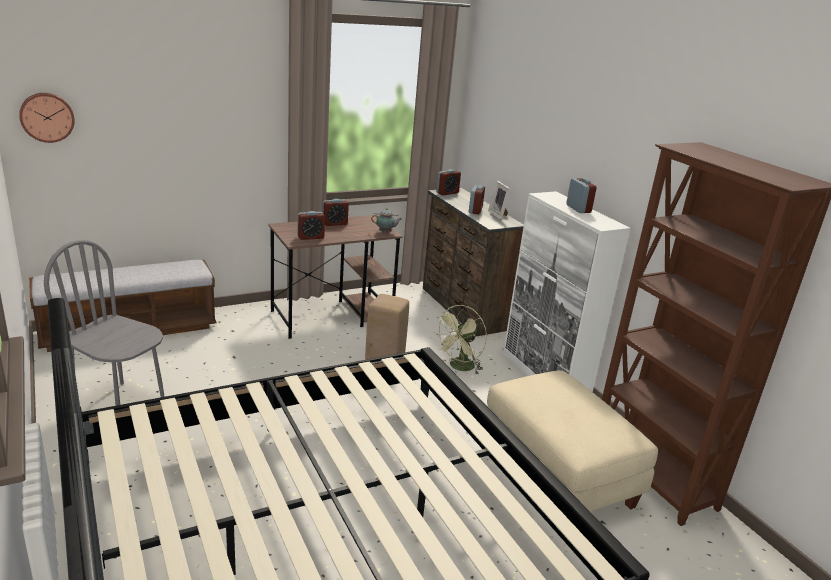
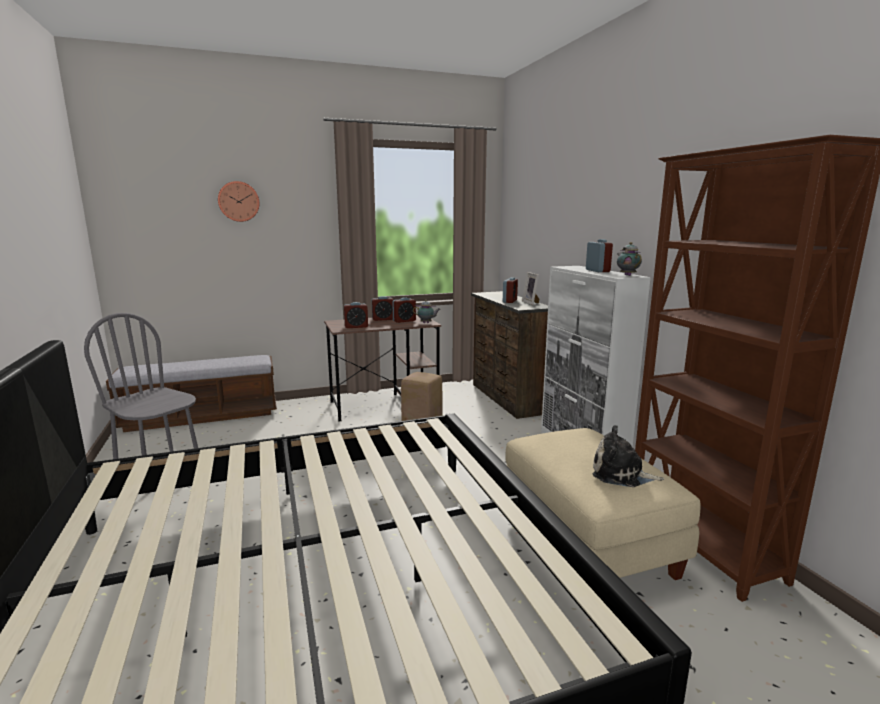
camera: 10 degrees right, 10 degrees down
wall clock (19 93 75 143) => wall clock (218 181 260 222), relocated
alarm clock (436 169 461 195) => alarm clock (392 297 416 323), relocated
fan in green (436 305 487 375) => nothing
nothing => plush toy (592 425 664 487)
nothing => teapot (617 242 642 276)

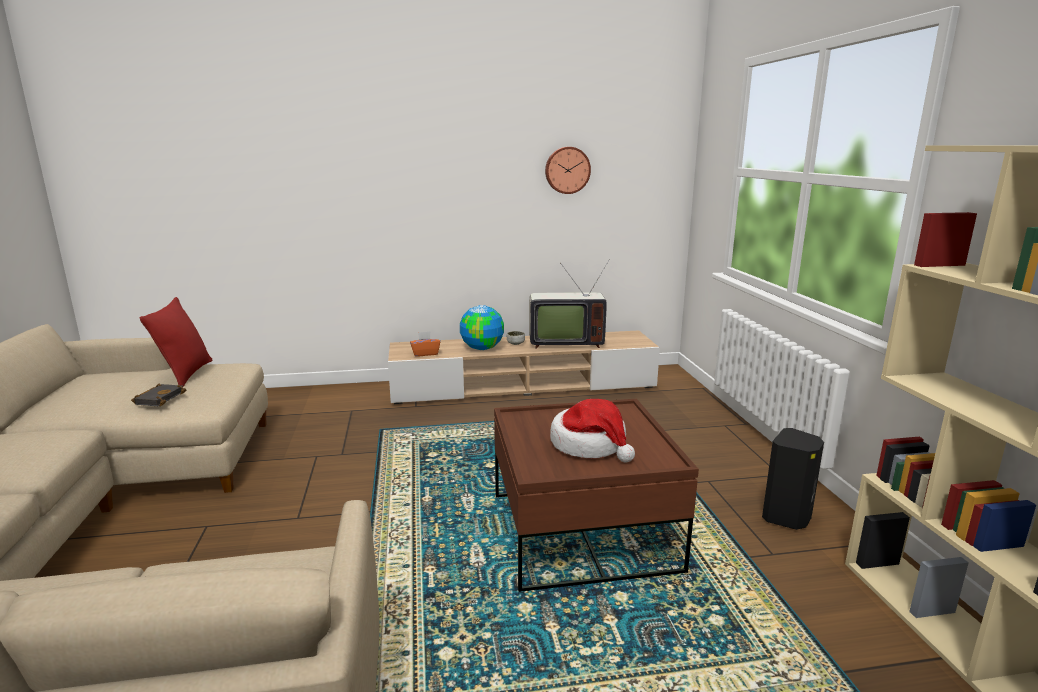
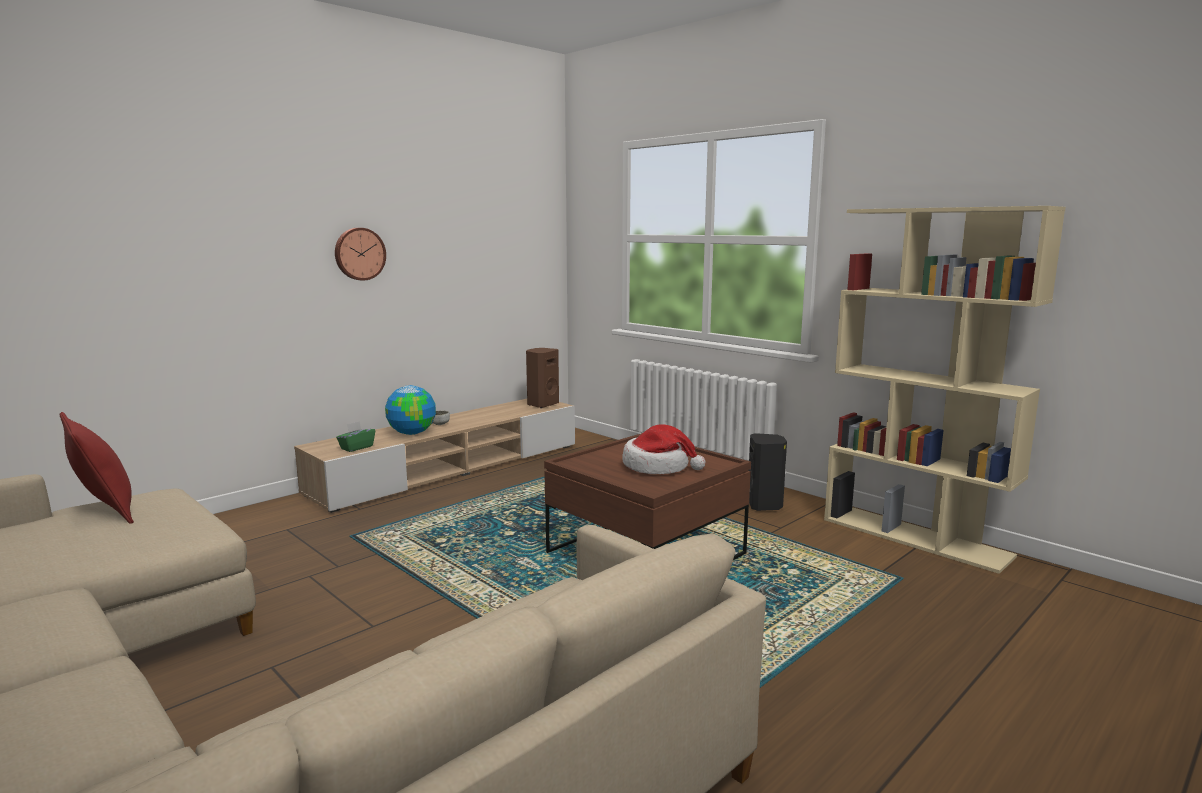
camera: 35 degrees left, 5 degrees down
book in black (131 384 186 406) => nothing
tissue box in orange (410 331 440 357) => tissue box in green (336 421 375 452)
television (529 259 610 349) => nothing
wall clock (545 147 591 194) => wall clock (335 228 386 281), relocated
nothing => speaker in brown (526 348 559 408)

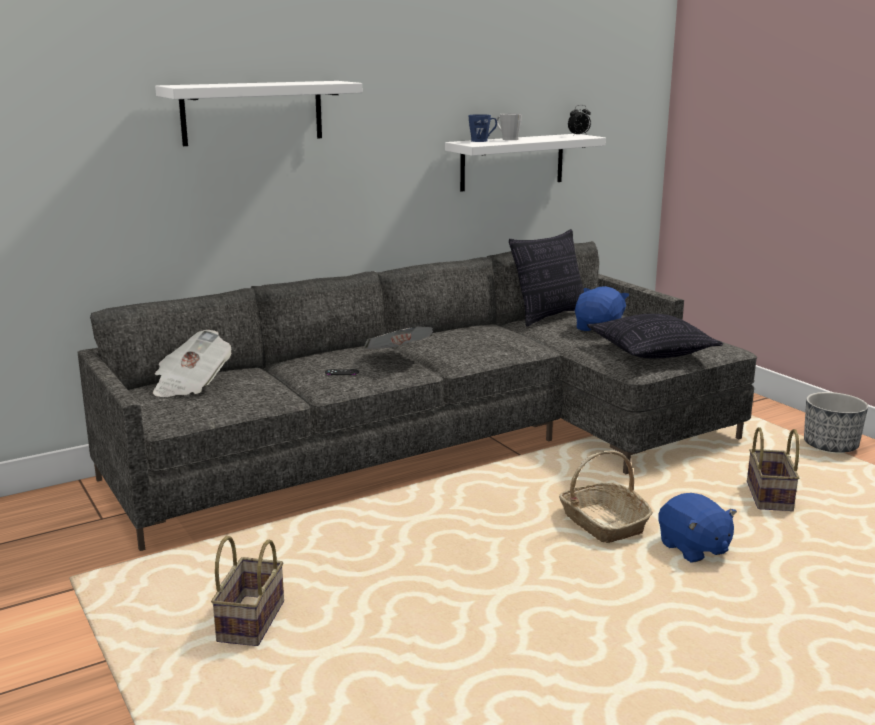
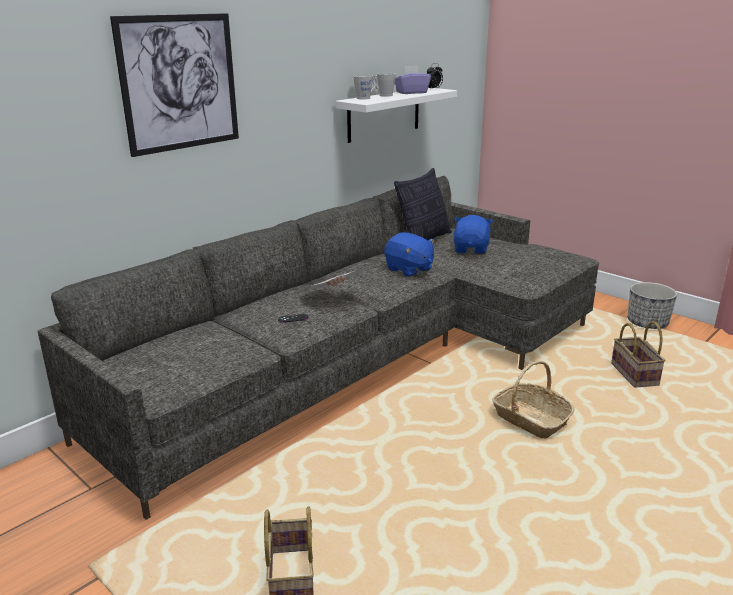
camera: 15 degrees left, 5 degrees up
newspaper (153 330 232 397) => nothing
shelf in white (155 81 362 146) => picture (110 13 239 157)
mug in blue (468 114 497 142) => mug in grey (354 75 377 100)
pillow (587 314 723 359) => nothing
plush toy in blue (658 493 737 563) => plush toy in blue (384 232 435 277), relocated
nothing => tissue box in purple (395 65 431 94)

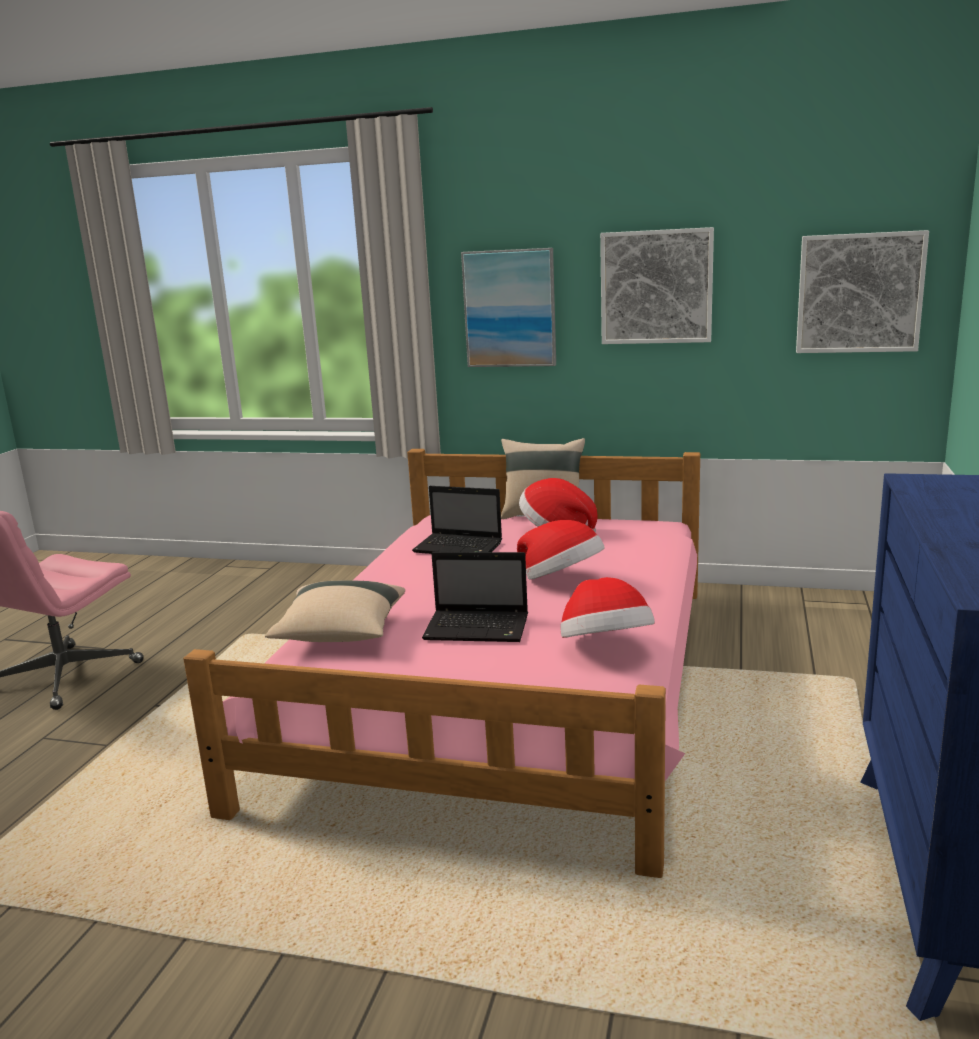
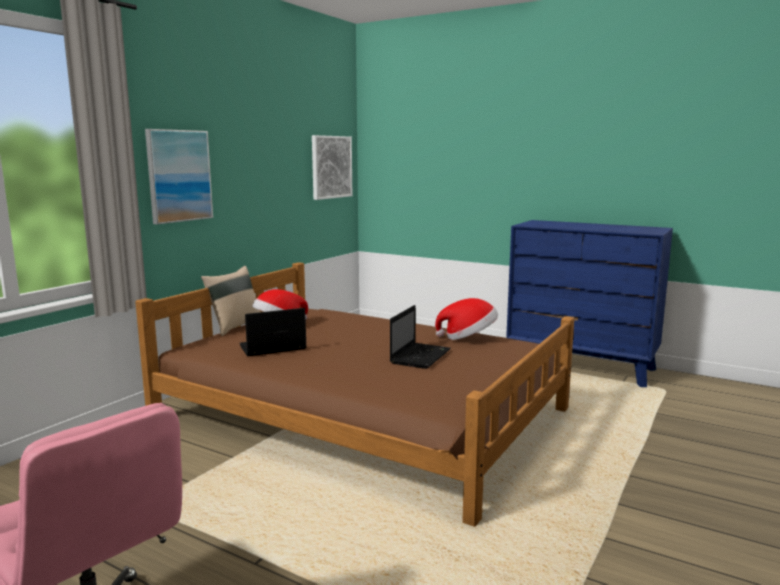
camera: 75 degrees left, 5 degrees down
bed in pink (183 449 700 878) => bed in brown (135 262 574 527)
pillow in beige (265 580 405 642) => nothing
laptop (412 486 502 554) => laptop (239 308 307 356), 150 degrees counterclockwise
hat (517 520 605 580) => nothing
picture (600 227 714 344) => nothing

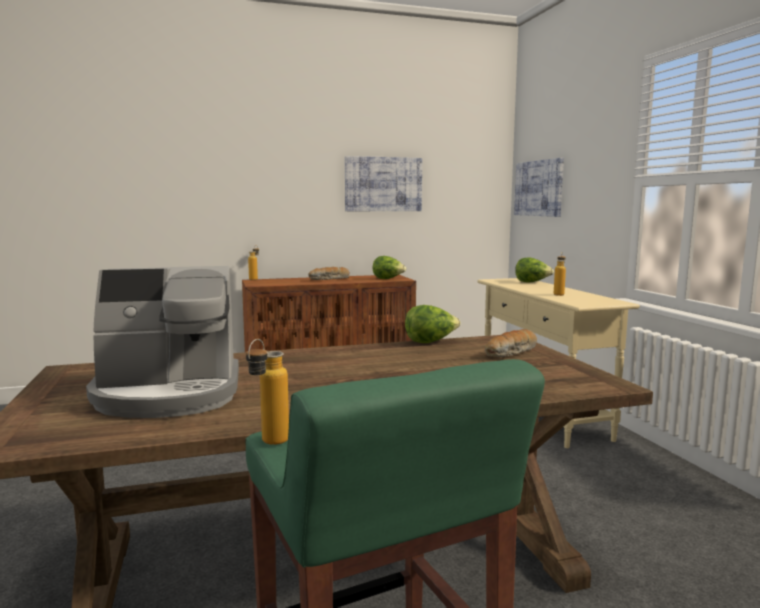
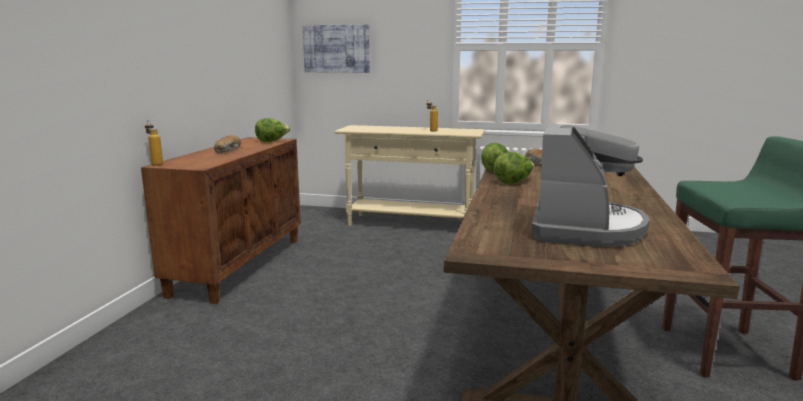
camera: 60 degrees left, 5 degrees up
bottle (246 339 289 445) => nothing
picture (345 156 422 211) => nothing
lettuce (515 258 554 283) => lettuce (493 152 534 184), relocated

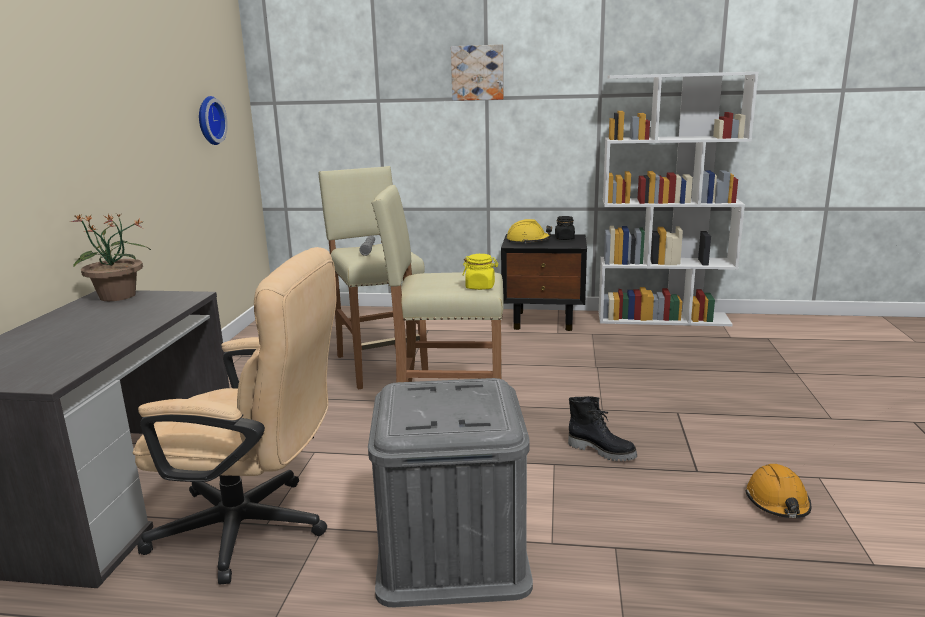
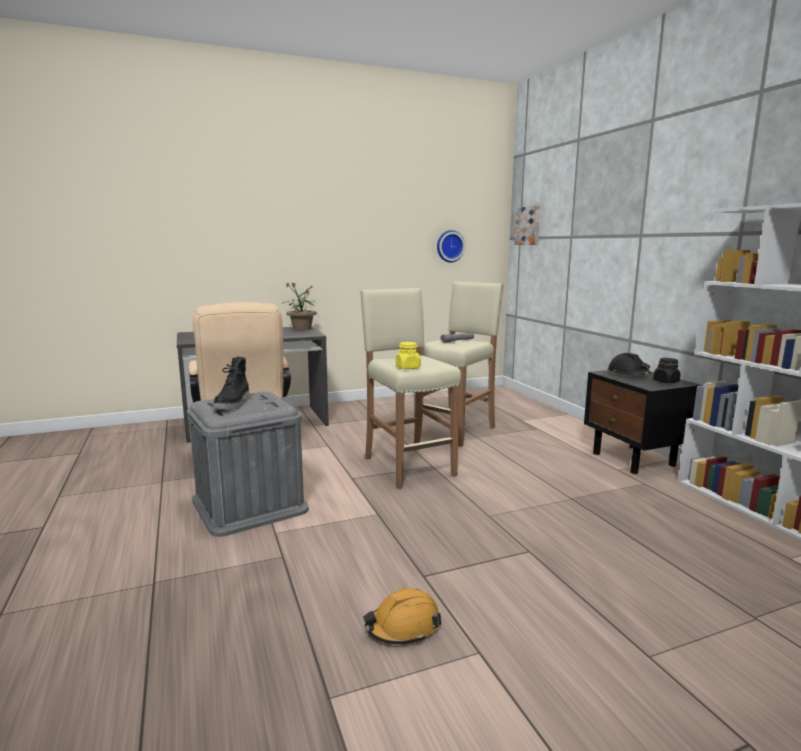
camera: 60 degrees right, 5 degrees down
picture (451 44 504 101) => picture (513 205 540 245), relocated
hard hat in yellow (507 219 552 244) => hard hat in black (608 353 651 375)
boot in black (568 396 637 461) => boot in black (213 357 249 410), relocated

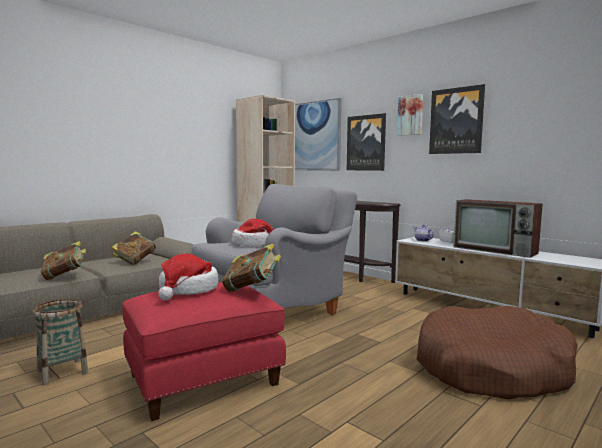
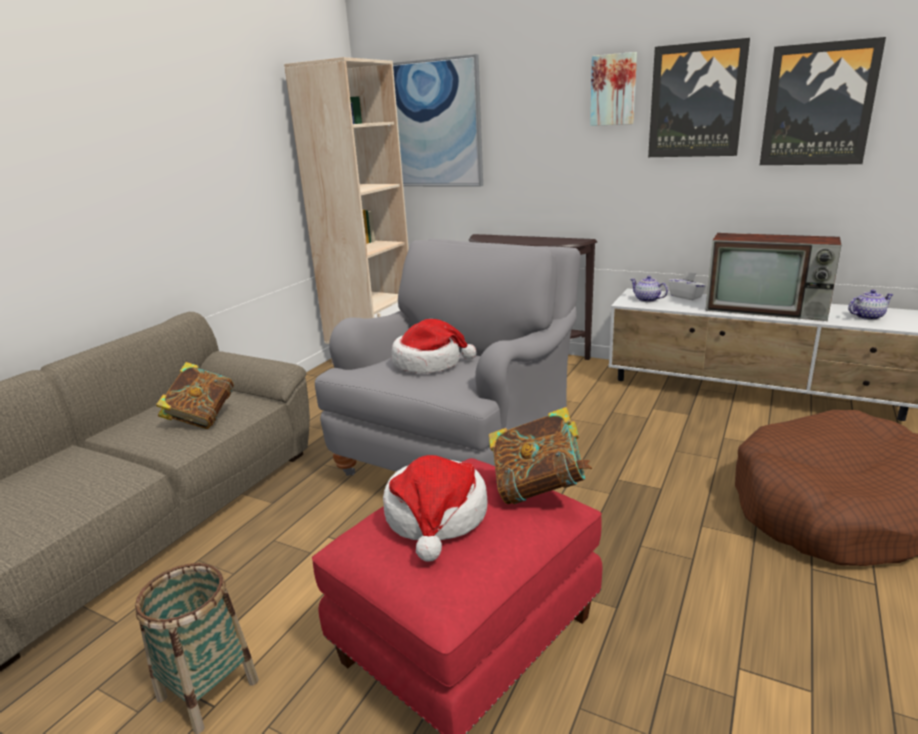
camera: 15 degrees left, 15 degrees up
book (41 241 86 280) => nothing
picture (347 113 386 171) => picture (760 37 886 165), relocated
nothing => teapot (848 289 894 320)

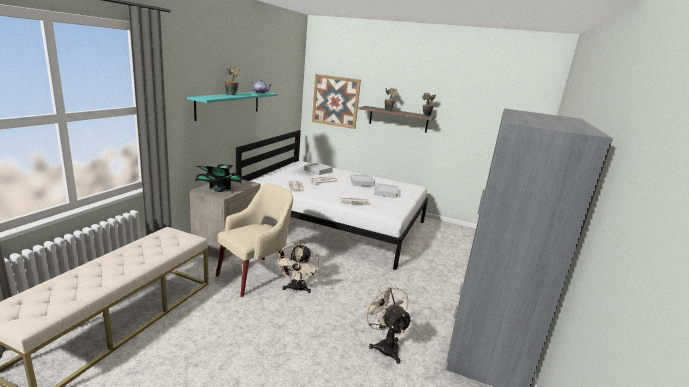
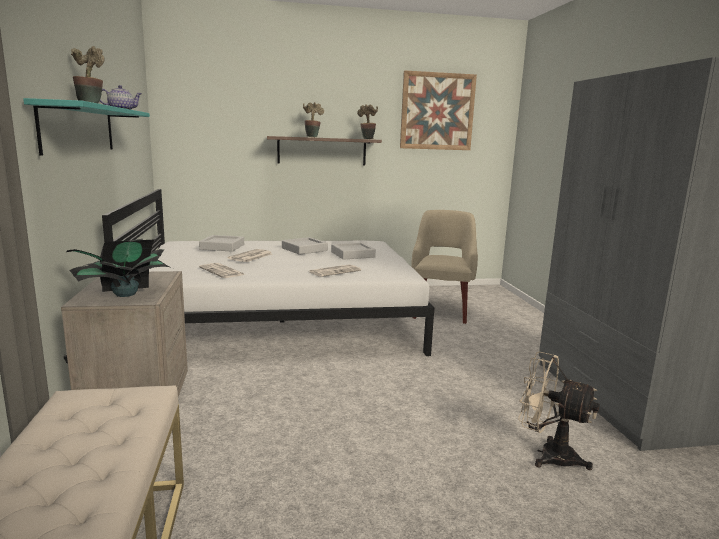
camera: 30 degrees left, 5 degrees down
armchair in beige (216 183 293 297) => armchair in beige (411 210 478 324), relocated
fan in beige (276 243 319 293) => nothing
picture (312 74 361 129) => picture (400 70 477 150), relocated

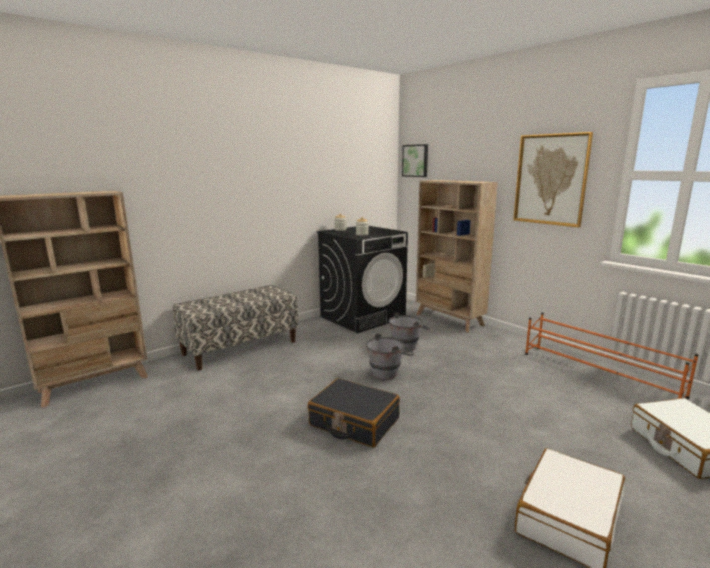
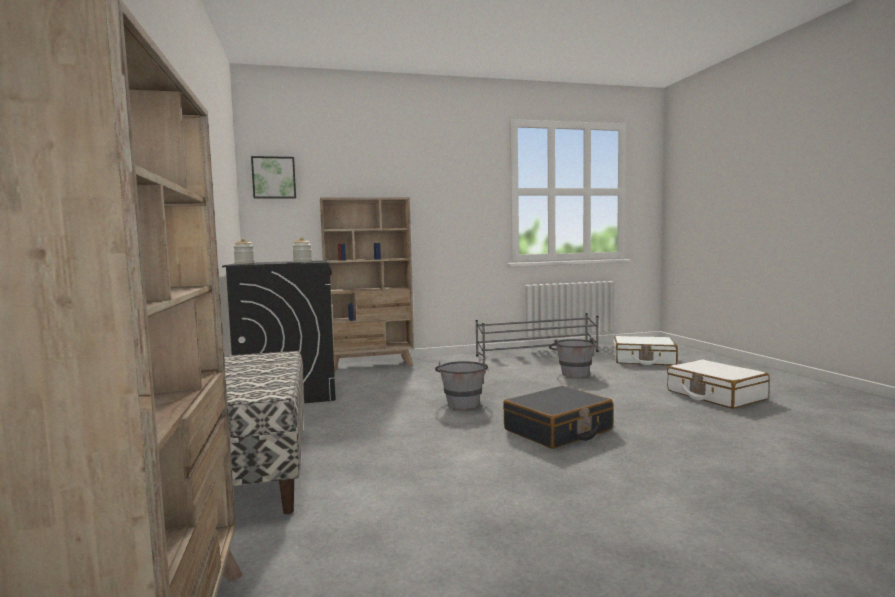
camera: 65 degrees left, 10 degrees down
bucket in grey (388 312 430 352) => bucket in grey (549 337 596 378), relocated
picture (513 132 593 228) => nothing
shoe rack in orange (525 312 699 399) => shoe rack in grey (476 313 598 360)

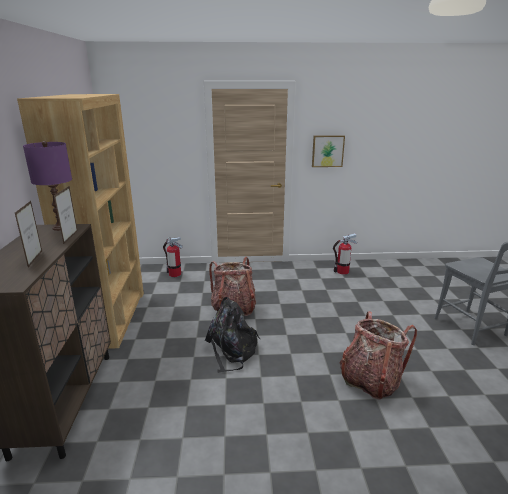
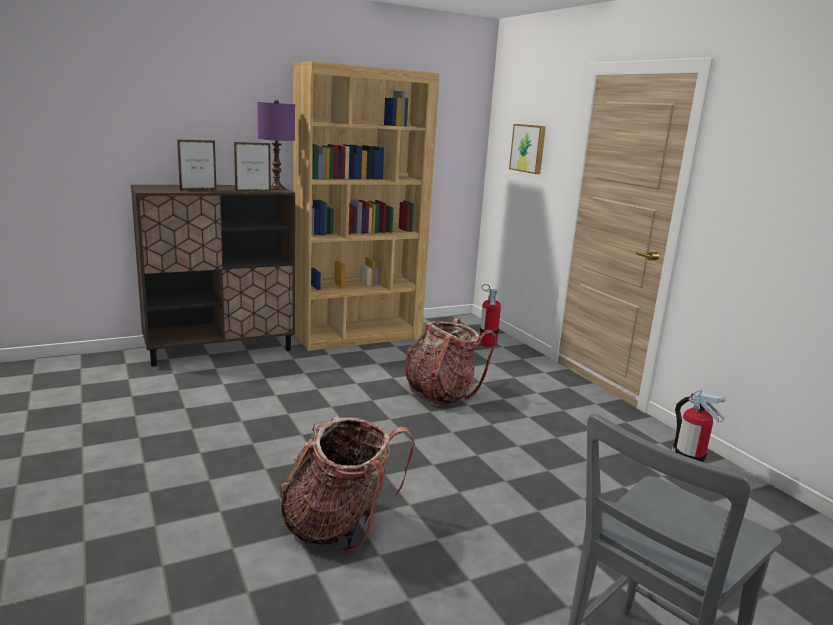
camera: 65 degrees right, 5 degrees down
backpack in black (205 297 260 373) => nothing
picture (312 135 345 167) => picture (509 124 546 174), relocated

